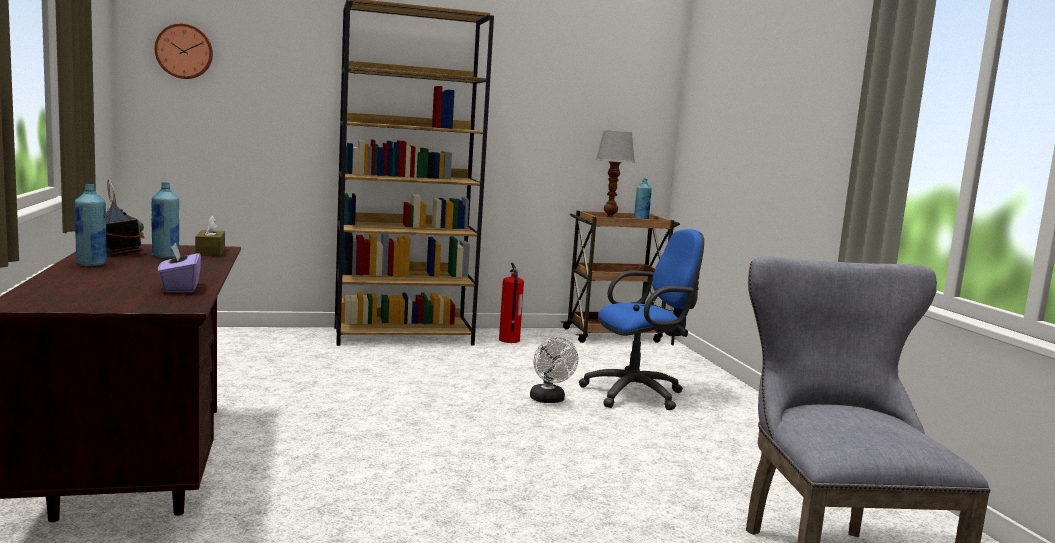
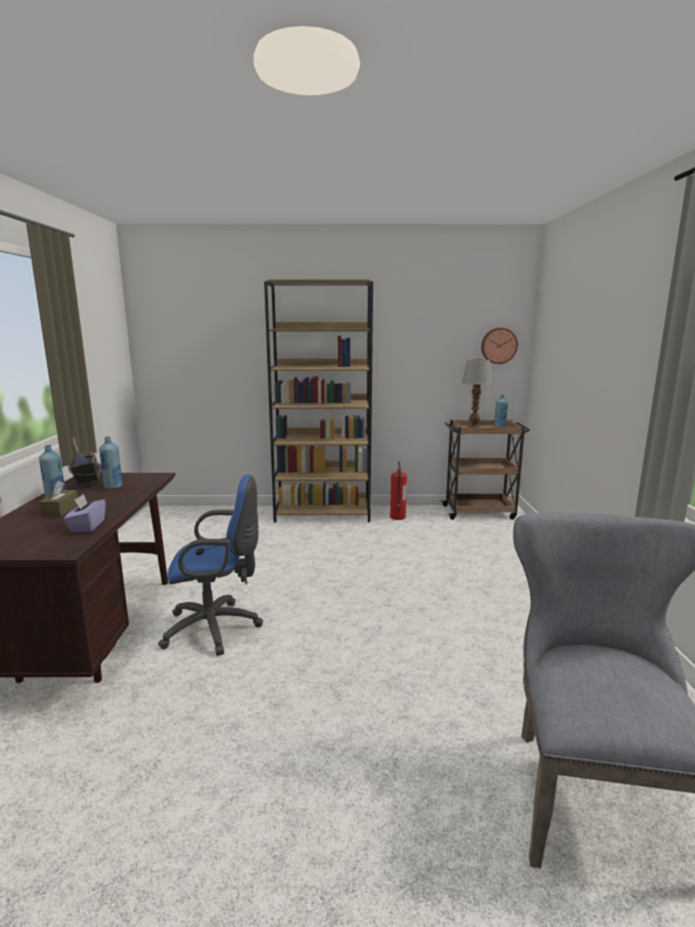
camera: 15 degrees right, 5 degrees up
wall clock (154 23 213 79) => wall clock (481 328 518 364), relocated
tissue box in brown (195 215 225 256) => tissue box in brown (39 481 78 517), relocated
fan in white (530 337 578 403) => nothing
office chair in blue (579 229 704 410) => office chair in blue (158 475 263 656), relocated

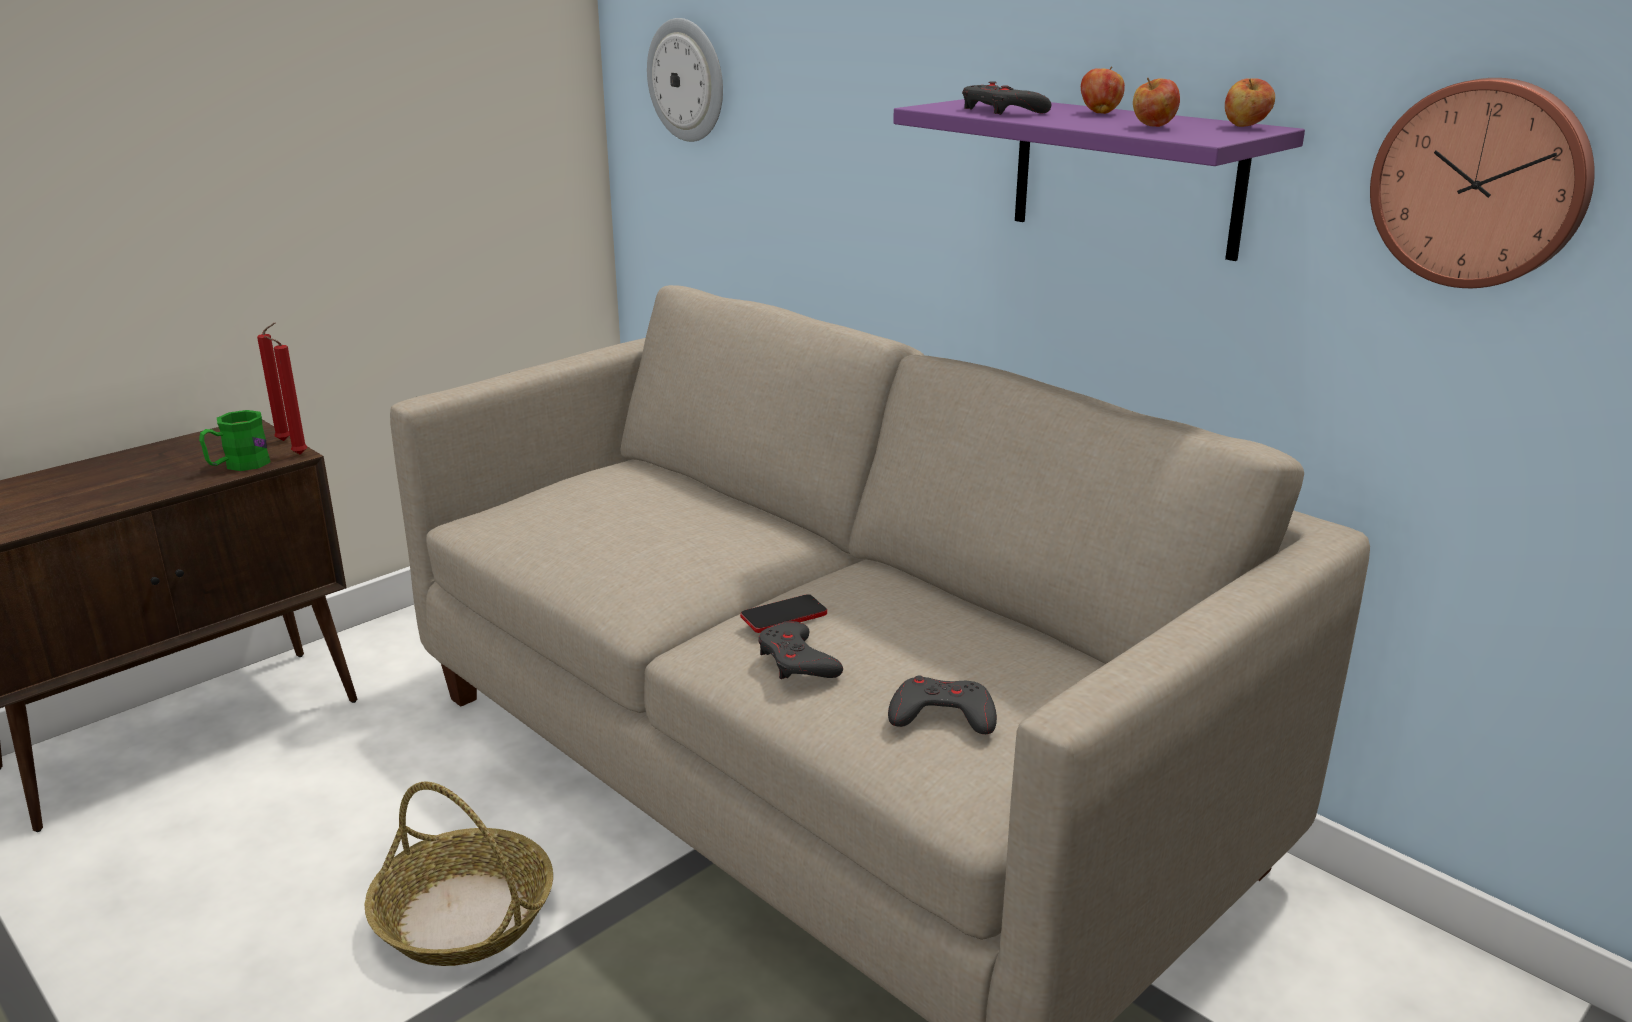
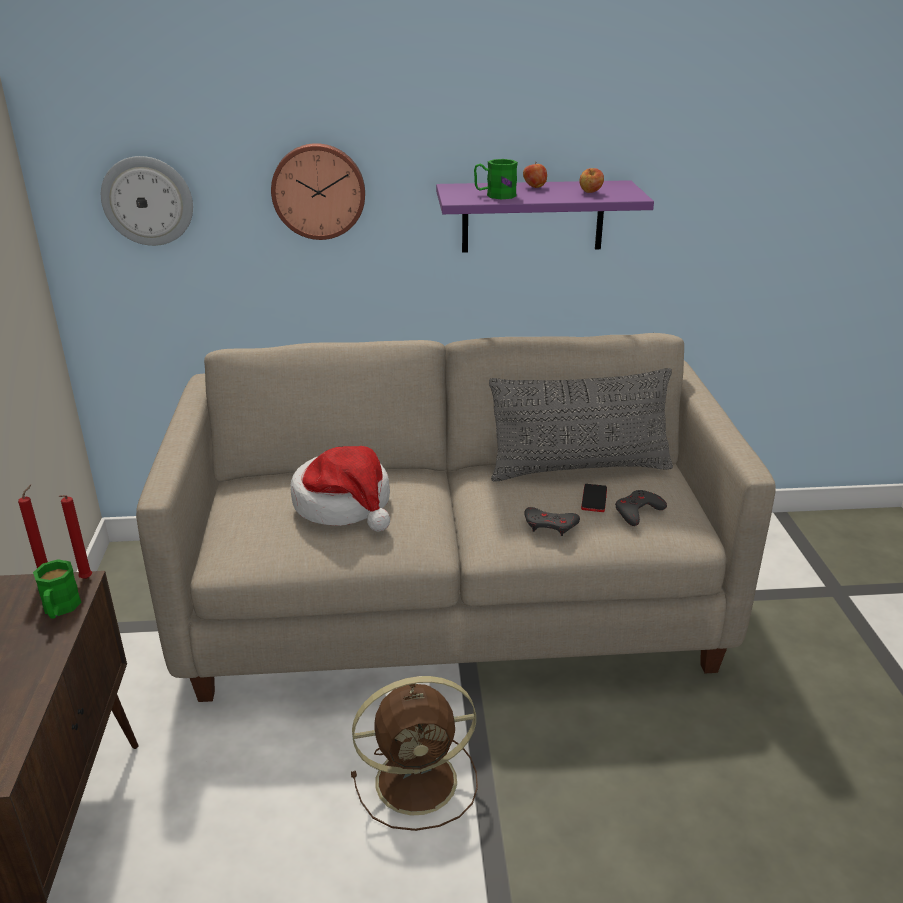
camera: 50 degrees left, 5 degrees up
basket (365 782 553 966) => fan in brown (351 676 478 831)
phone (740 594 827 633) => phone (581 484 607 512), relocated
game controller in grey (962 81 1051 115) => mug in green (474 159 518 199)
apple (1225 78 1275 127) => nothing
wall clock (1370 78 1595 288) => wall clock (271 143 365 240), relocated
nothing => hat (290 446 390 532)
nothing => pillow in grey (489 368 673 482)

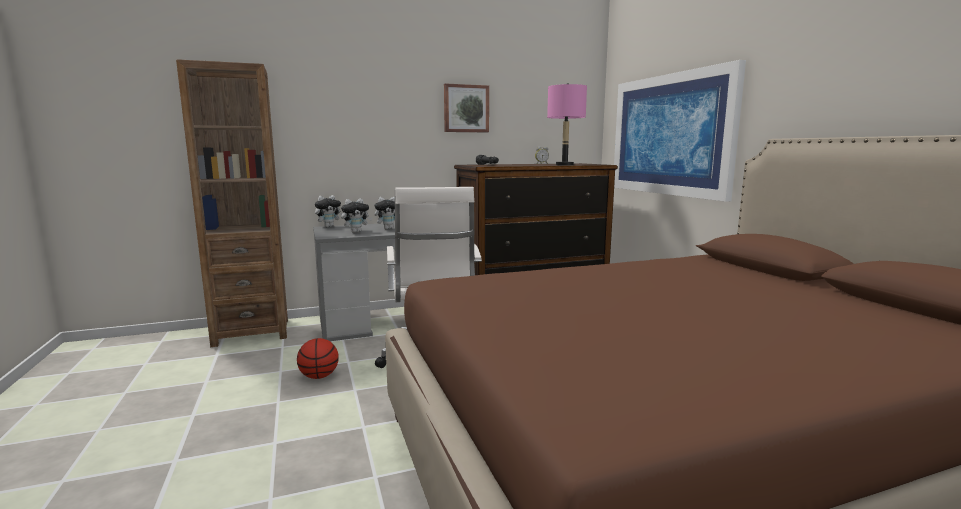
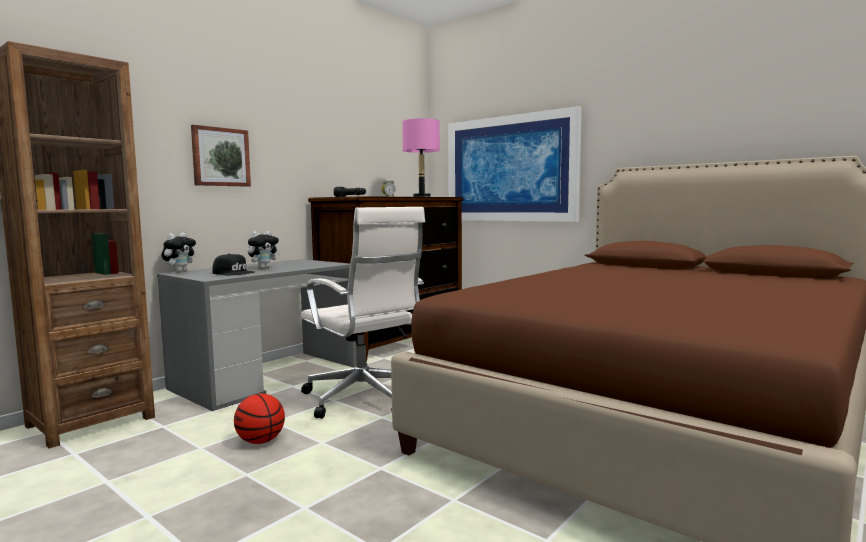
camera: 30 degrees left, 5 degrees down
plush toy (341 199 372 233) => cap in black (212 254 255 275)
picture (444 84 489 132) => picture (191 125 251 187), relocated

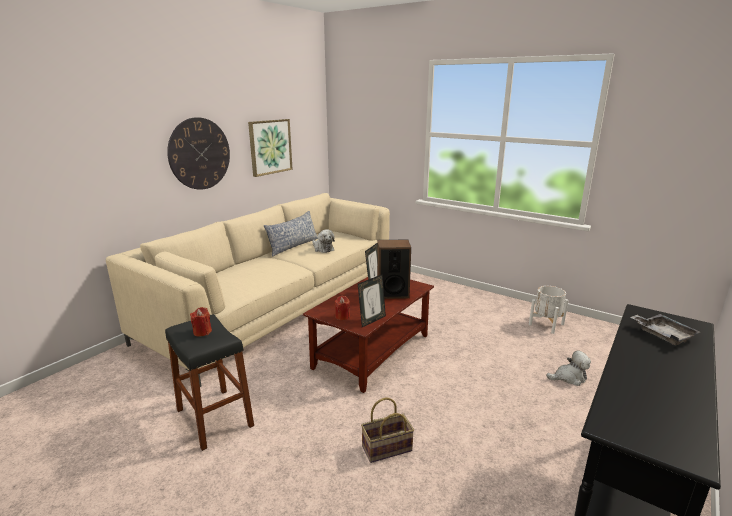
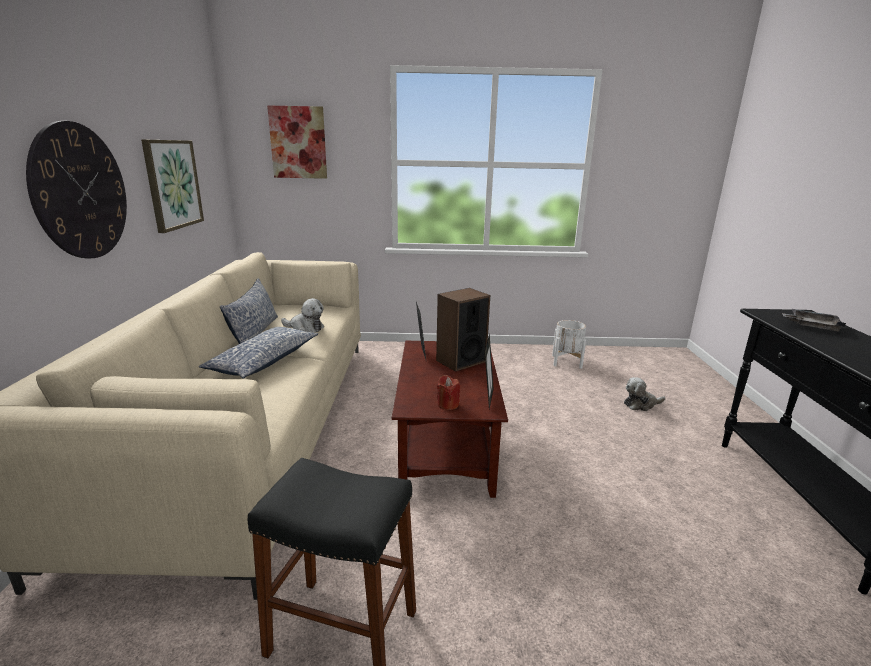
camera: 35 degrees left, 0 degrees up
candle in red (190 307 212 336) => nothing
basket (361 397 414 463) => nothing
plush toy (546 350 591 386) => plush toy (624 377 665 411), 150 degrees counterclockwise
nothing => pillow (199 327 318 378)
nothing => picture (267 105 327 179)

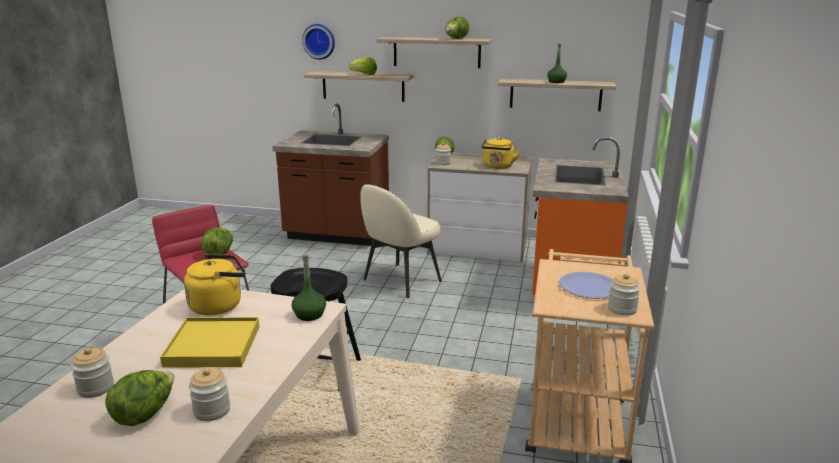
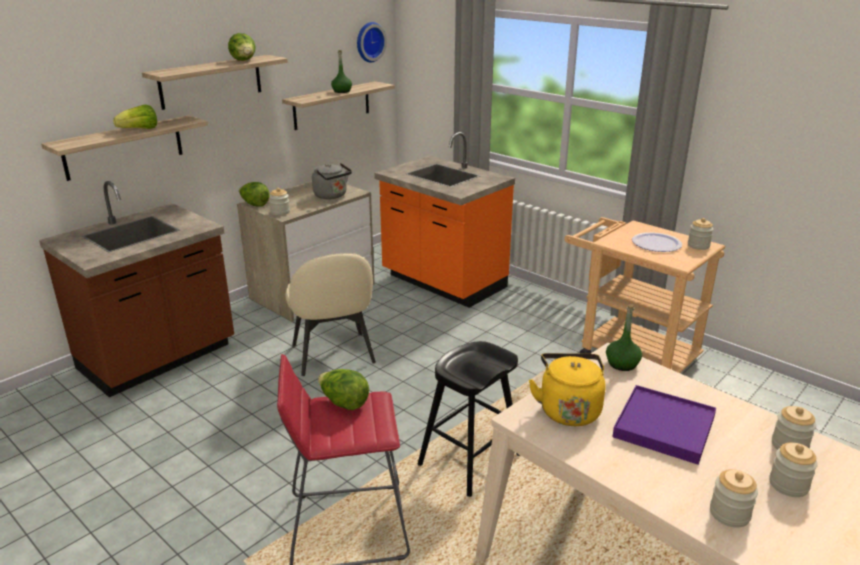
camera: 60 degrees left, 5 degrees up
lettuce (105 370 174 426) => jar (770 443 818 497)
tray in yellow (160 317 259 368) => tray in purple (612 385 716 465)
wall clock (302 24 335 60) => wall clock (357 22 387 62), relocated
kettle in yellow (482 137 521 169) => kettle in grey (312 163 352 199)

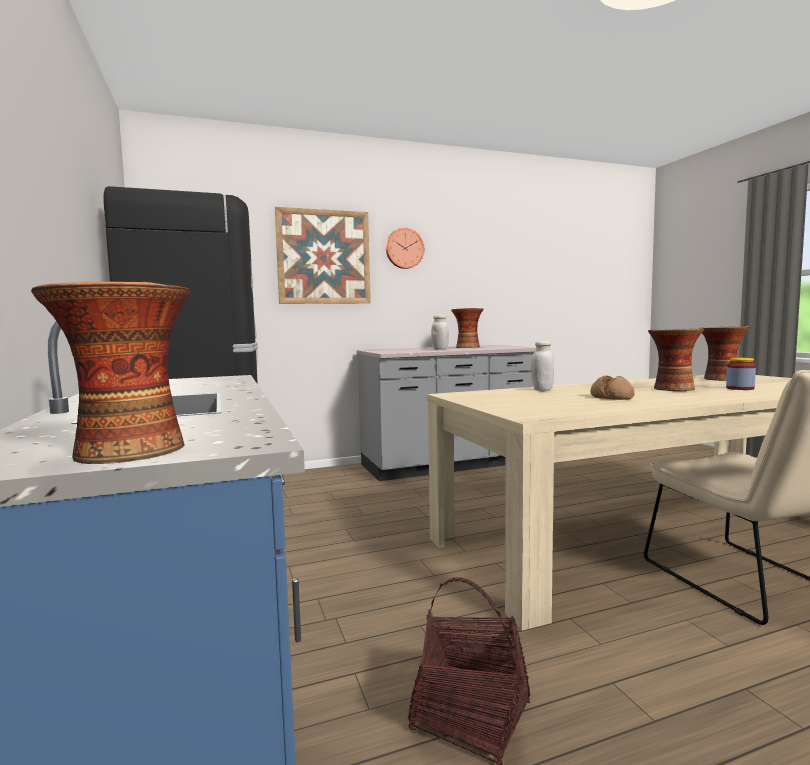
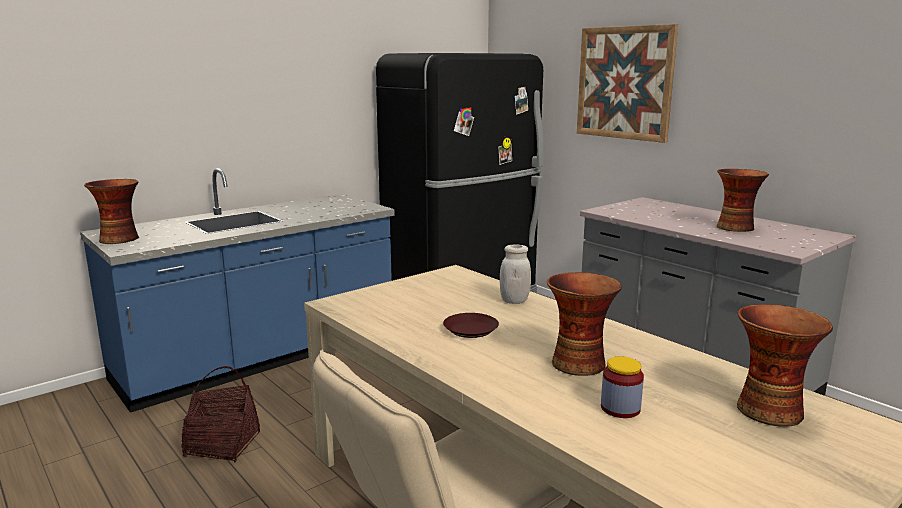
camera: 70 degrees right, 10 degrees up
wall clock (386 228 424 269) => nothing
jar in white (431 315 449 350) => nothing
bread (590 376 635 400) => plate in brown (443 313 499 338)

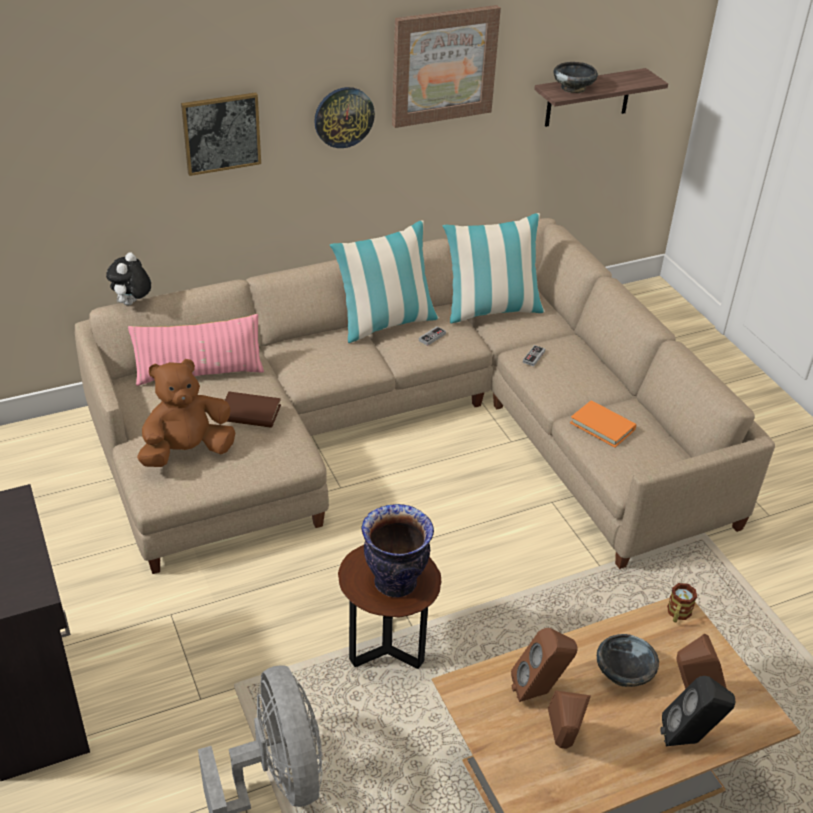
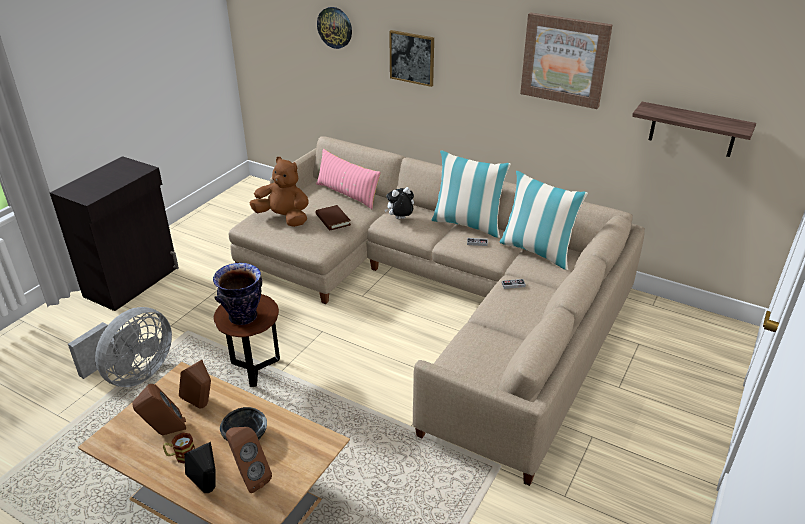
camera: 55 degrees right, 5 degrees down
plush toy (106 252 151 305) => plush toy (385 187 414 219), relocated
wall clock (314 87 375 148) => wall clock (317 7 352 49), relocated
bowl in black (554 62 598 93) => nothing
book in orange (570 400 636 448) => nothing
mug (667 583 697 622) => mug (163 433 195 464), relocated

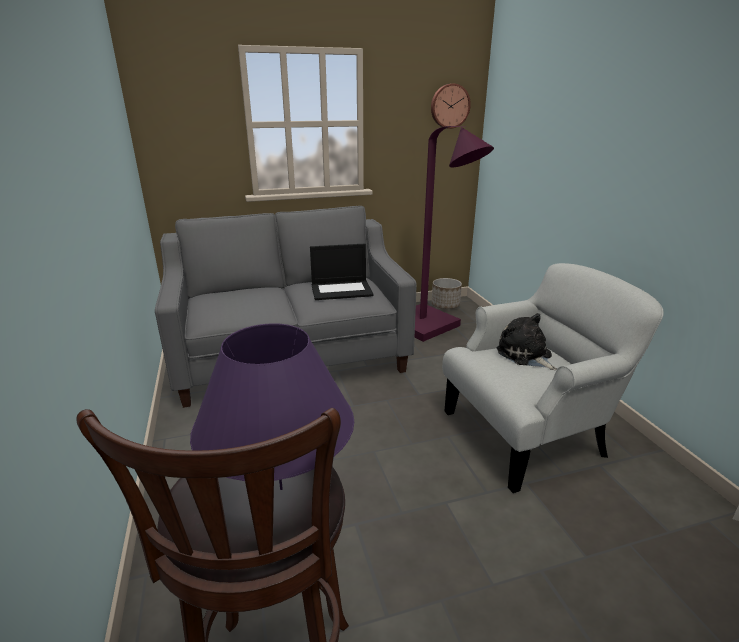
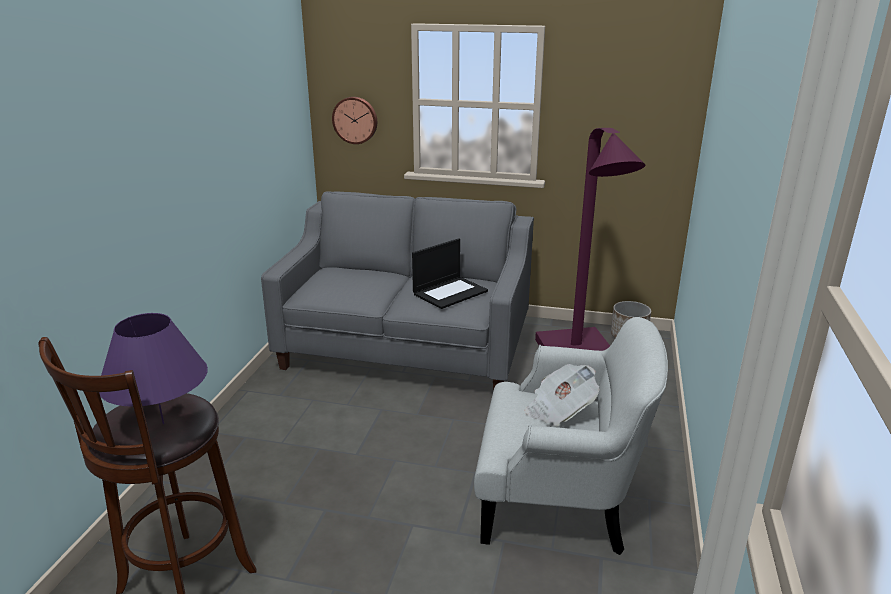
camera: 30 degrees right, 0 degrees up
laptop (310 244 373 300) => laptop (412 238 488 309), 60 degrees counterclockwise
wall clock (431 83 471 129) => wall clock (332 97 377 144), relocated
plush toy (497 313 557 370) => newspaper (524 364 599 426)

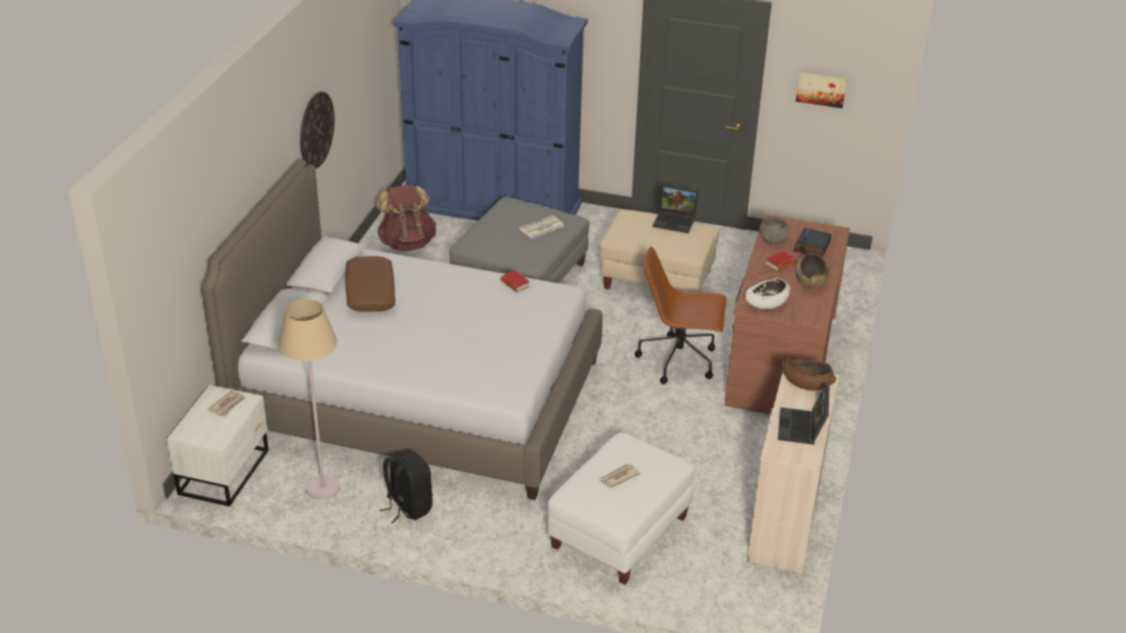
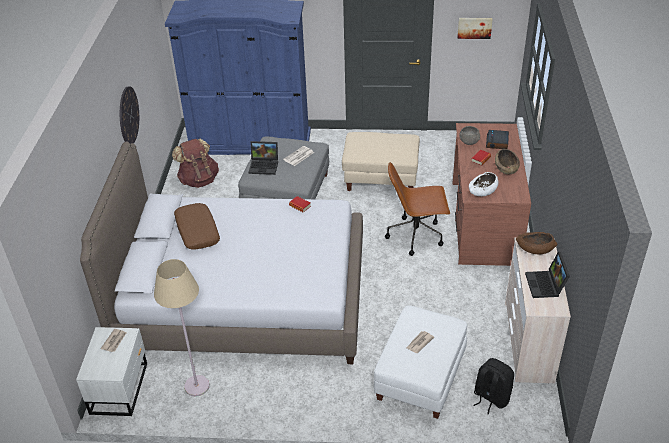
camera: 10 degrees left, 5 degrees up
backpack in black (380 451 433 523) => backpack in black (473 358 514 415), relocated
laptop (653 185 699 233) => laptop (249 141 278 175), relocated

